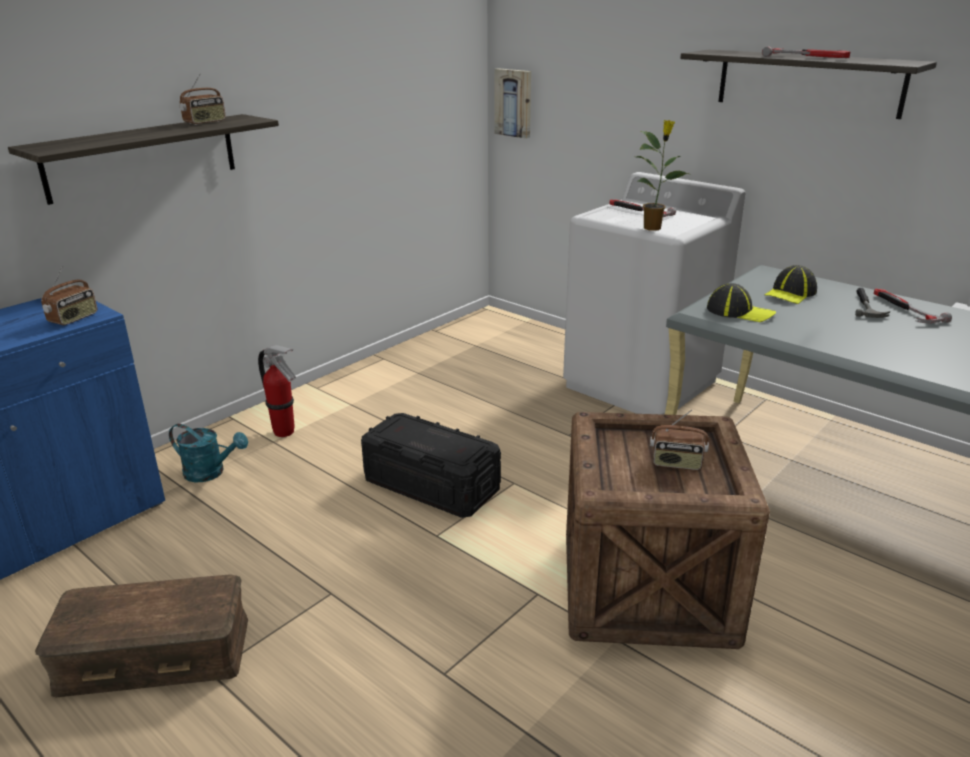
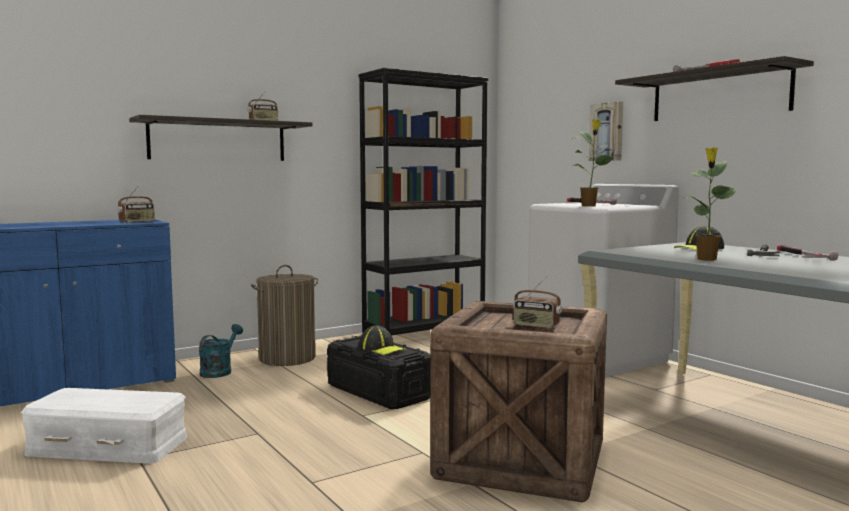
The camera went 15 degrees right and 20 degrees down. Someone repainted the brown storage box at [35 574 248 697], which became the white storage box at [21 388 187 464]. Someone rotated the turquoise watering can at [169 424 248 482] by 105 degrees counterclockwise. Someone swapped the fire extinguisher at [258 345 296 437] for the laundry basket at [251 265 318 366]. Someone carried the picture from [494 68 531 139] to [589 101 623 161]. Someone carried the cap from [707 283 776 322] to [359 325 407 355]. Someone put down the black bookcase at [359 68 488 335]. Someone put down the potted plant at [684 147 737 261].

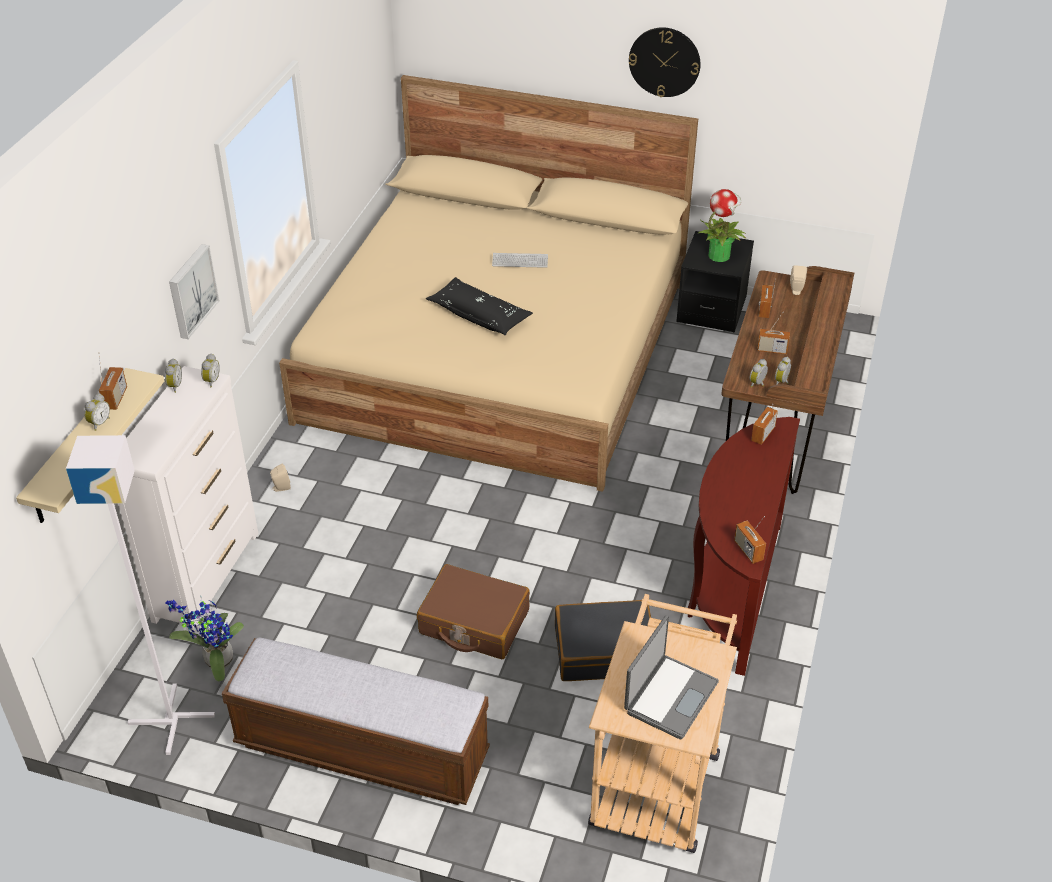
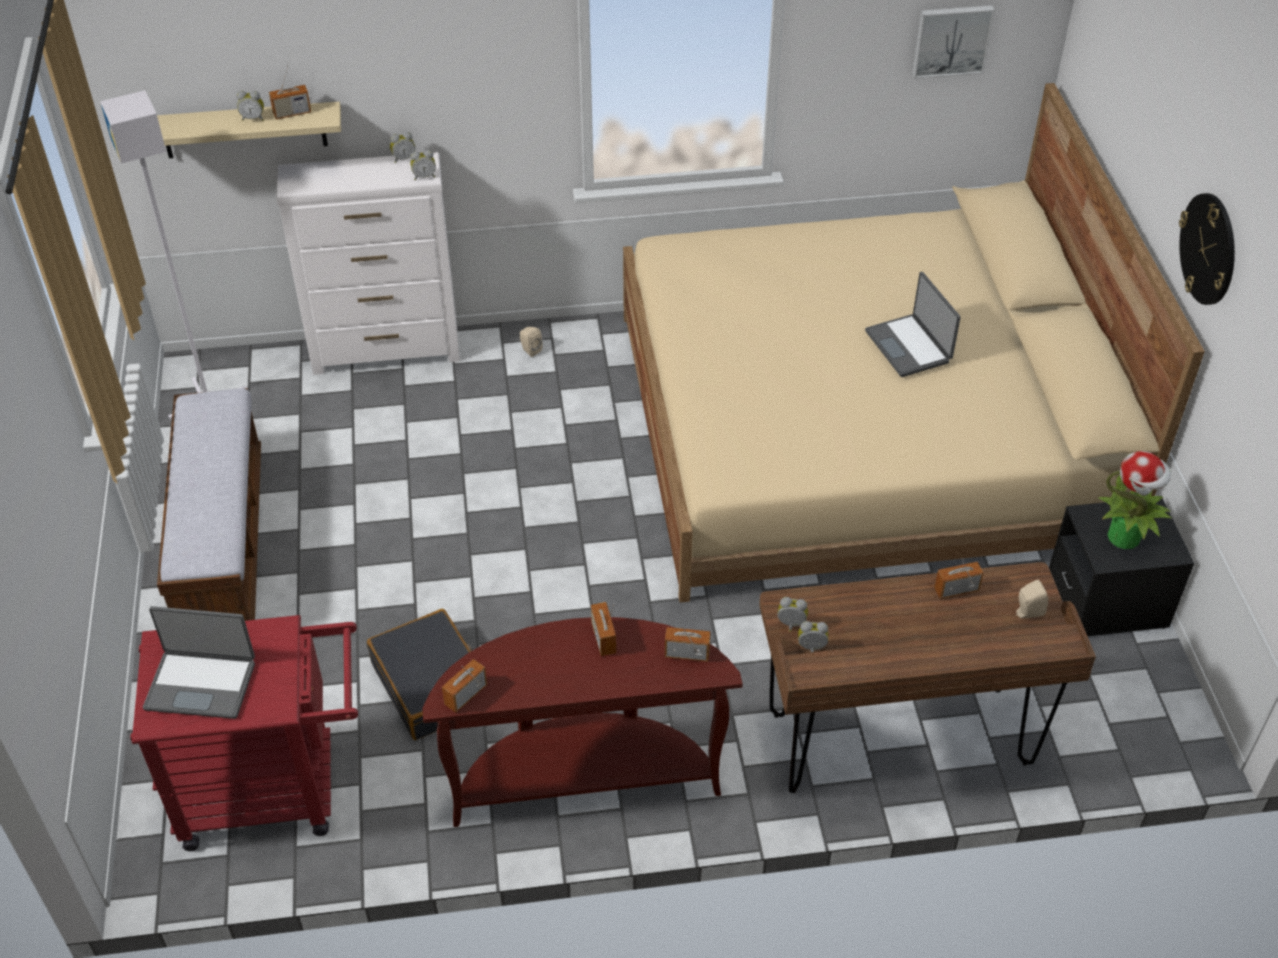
The camera went 65 degrees right and 5 degrees up. Someone took away the potted plant at [166 596 244 682]. Someone carried the picture from [169 244 220 339] to [912 5 995 79]. Someone took away the brown suitcase at [417 564 530 659]. Someone took away the black pillow at [426 277 533 335]. Someone swapped the keyboard at [492 253 548 268] for the laptop at [865 272 961 377]. Someone repainted the beige cart at [588 594 737 853], which became the red cart at [130 615 358 851]. Someone carried the radio from [757 311 790 354] to [591 602 616 656].

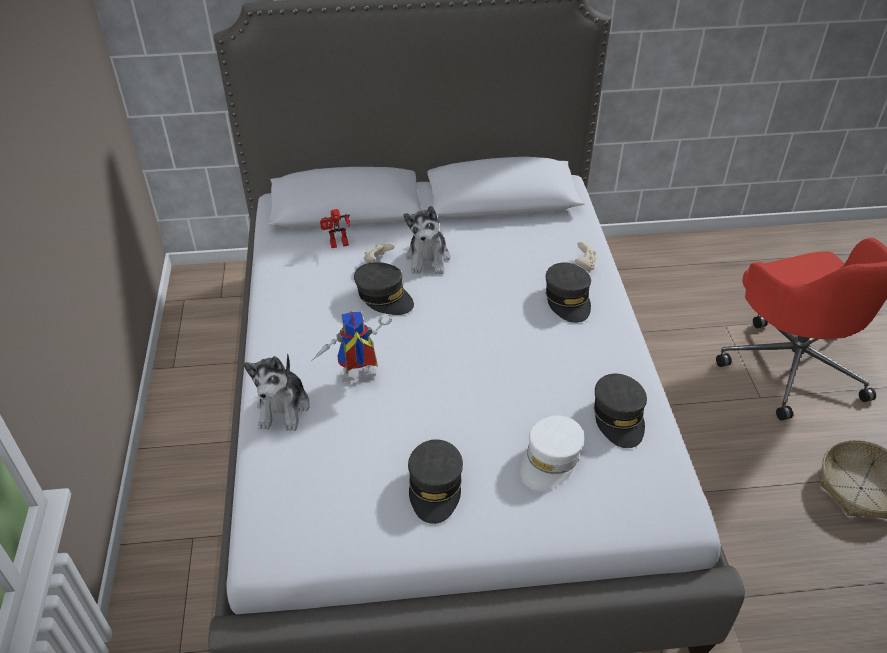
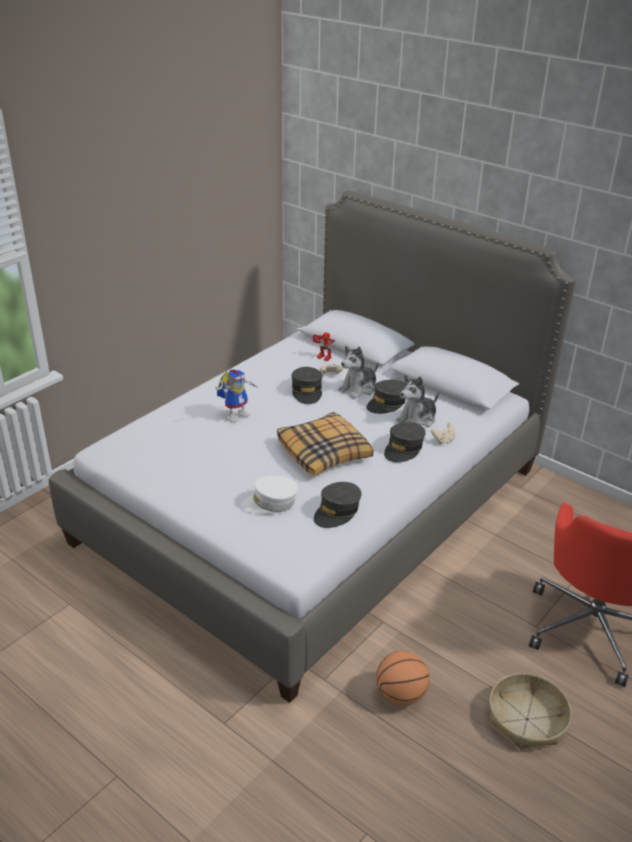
The camera went 45 degrees right and 10 degrees down. Someone carried the plush toy from [243 354 310 431] to [396 375 439 427]. Someone rotated the toy robot at [313 311 392 382] by 105 degrees clockwise. Someone carried the grey cap from [408 439 463 524] to [366 380 406 414]. Someone put down the pillow at [277 412 373 476]. Someone put down the basketball at [376 651 430 706].

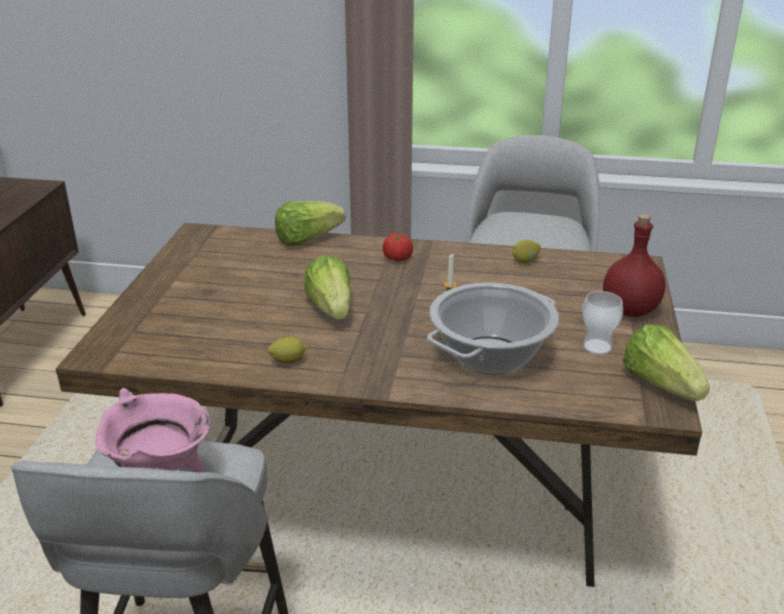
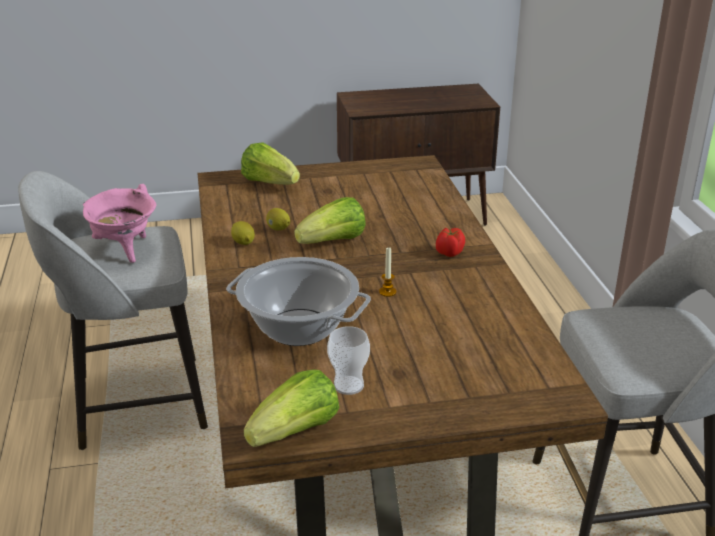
The camera went 70 degrees right and 0 degrees up. Someone carried the lettuce from [275 201 345 246] to [241 142 300 185]. Someone carried the lemon from [512 240 541 263] to [266 208 290 231]. Someone took away the red bottle at [603 214 666 317].

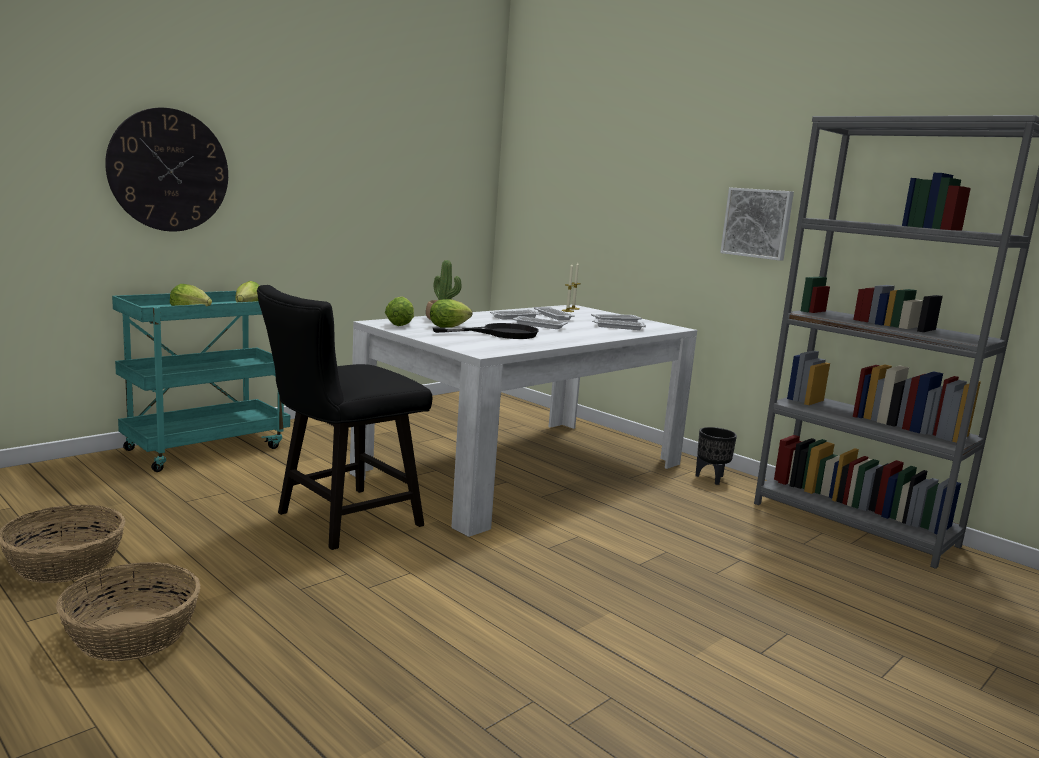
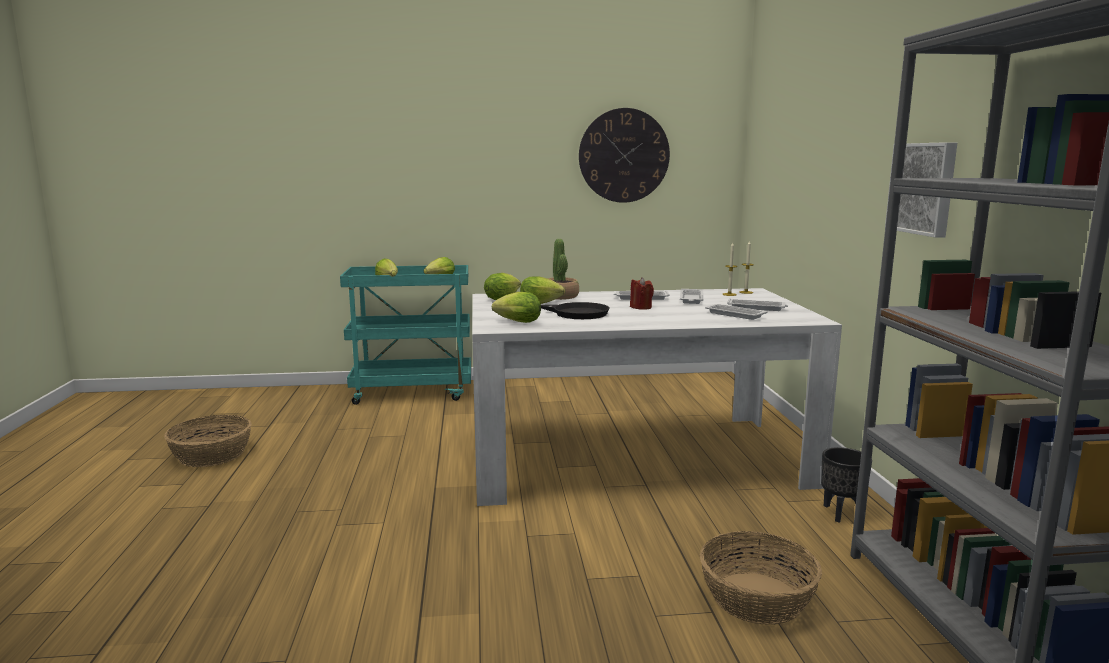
The camera went 40 degrees right and 0 degrees up. Someone carried the basket from [56 562 201 661] to [700 531 822 625]. Someone carried the wall clock from [105 108 228 232] to [579 108 670 203]. Someone took away the black chair at [257 285 432 550]. Someone swapped the white tray at [513 316 568 329] for the red candle at [630 277 654 310]. Someone put down the lettuce at [492 292 541 323].

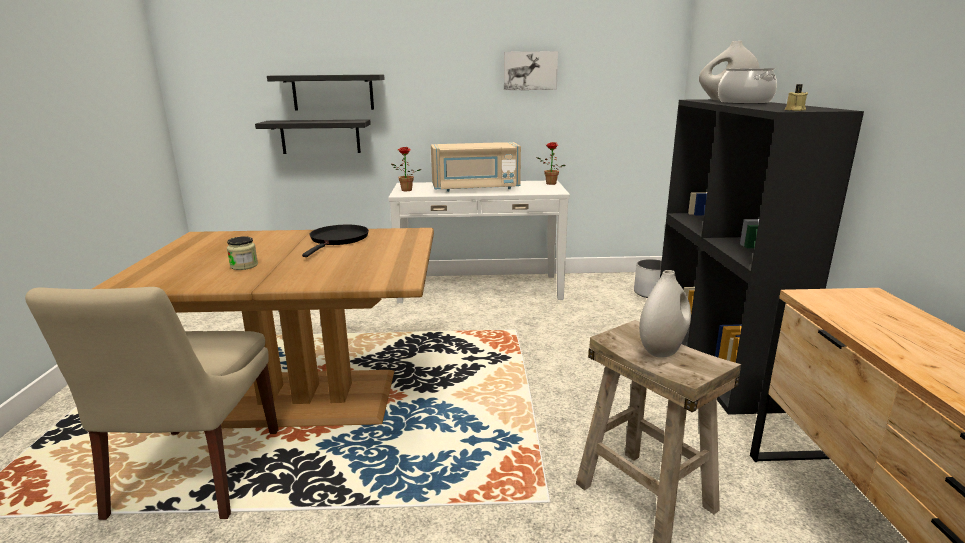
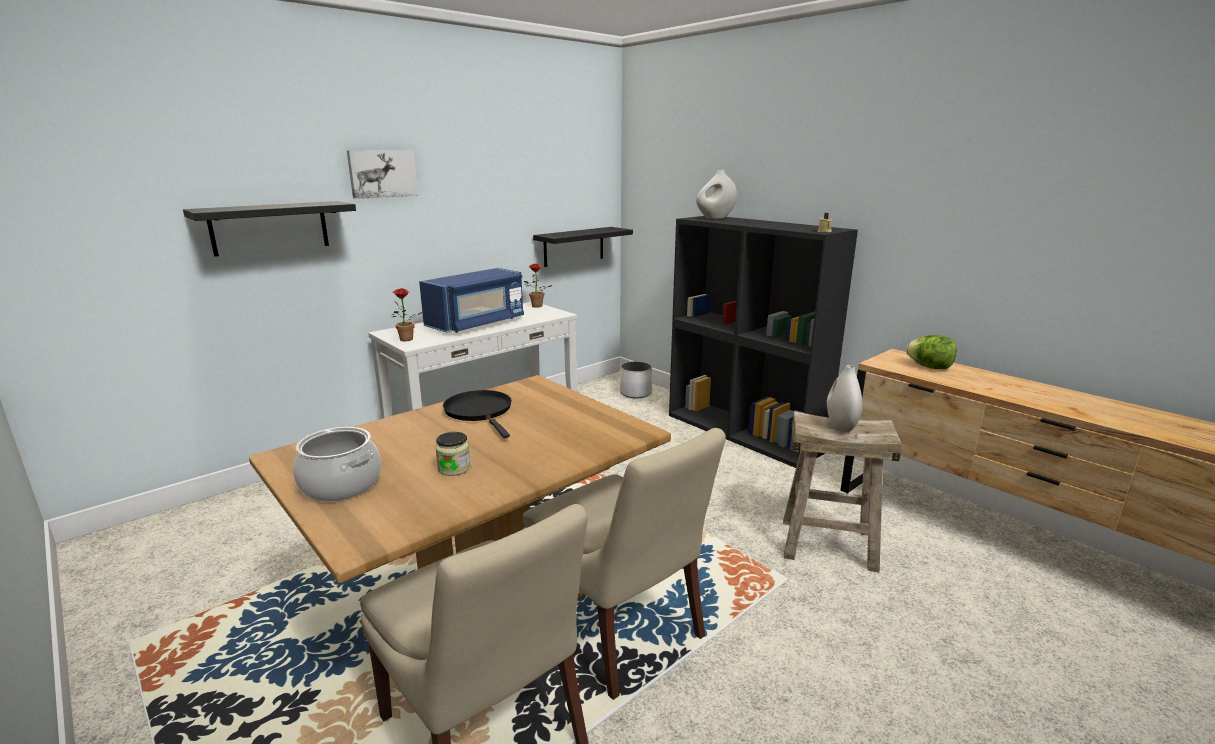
The camera went 40 degrees left and 0 degrees up. Someone carried the black shelf from [255 119 371 154] to [533 227 633 267]. Someone repainted the beige microwave at [431 142 521 192], which became the blue microwave at [419 268 524 333]. Someone carried the picture from [504 51 558 90] to [347 150 418 199]. Someone carried the cooking pot from [718 68 777 104] to [293 427 381 502]. Someone put down the beige chair at [523 428 726 700]. Someone put down the lettuce at [906 335 957 369].

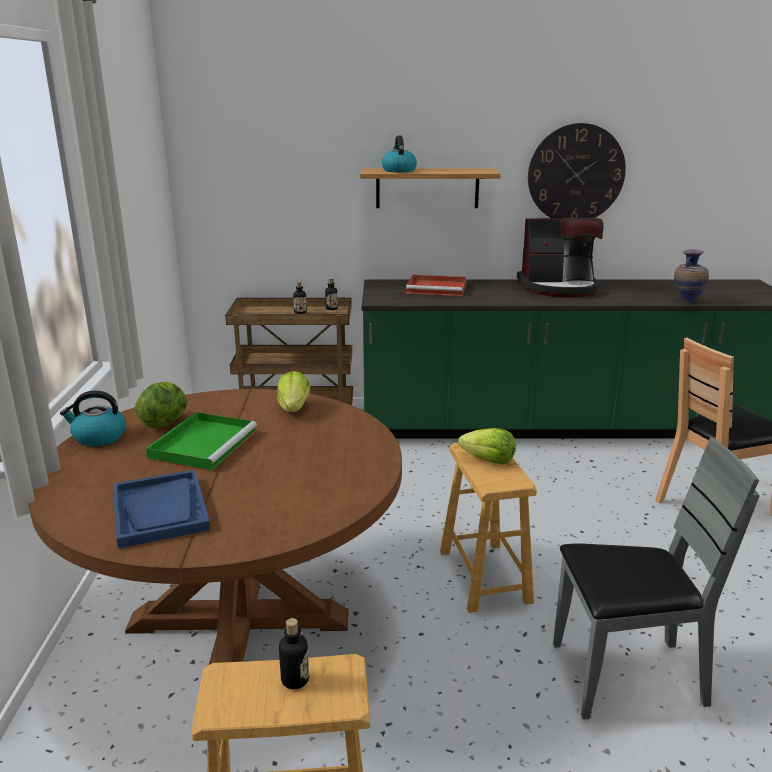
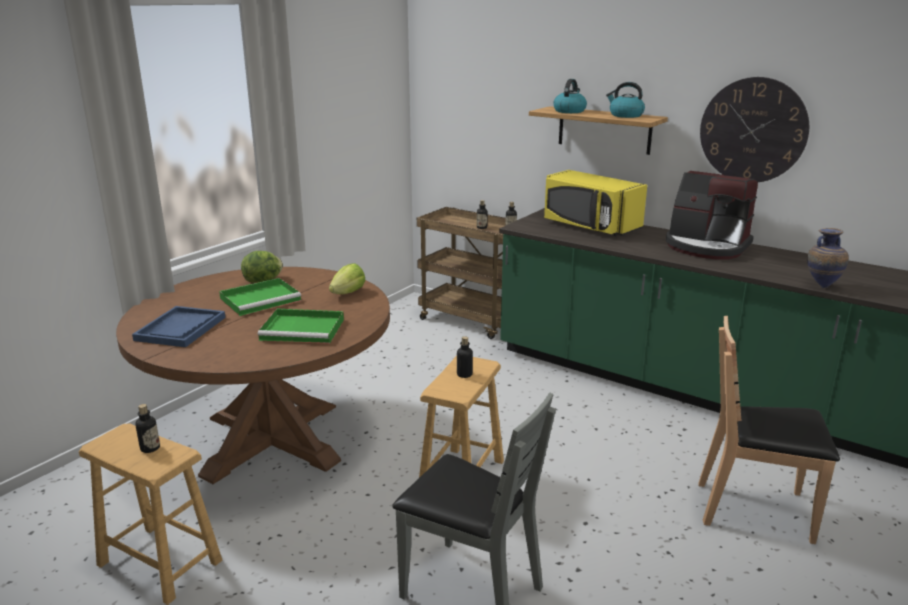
The camera went 35 degrees right and 0 degrees up. Someone carried the kettle from [60 390 126 446] to [606 82 645 118]. Someone swapped the red tray at [406 274 466 296] for the yellow microwave at [544 170 647 236]. Someone swapped the lettuce at [458 428 516 464] for the bottle at [457 336 473 378]. Someone put down the green tray at [258 309 344 344].

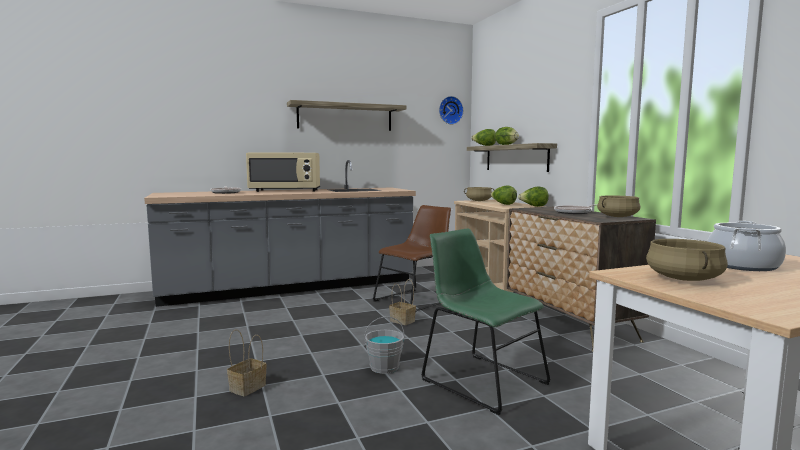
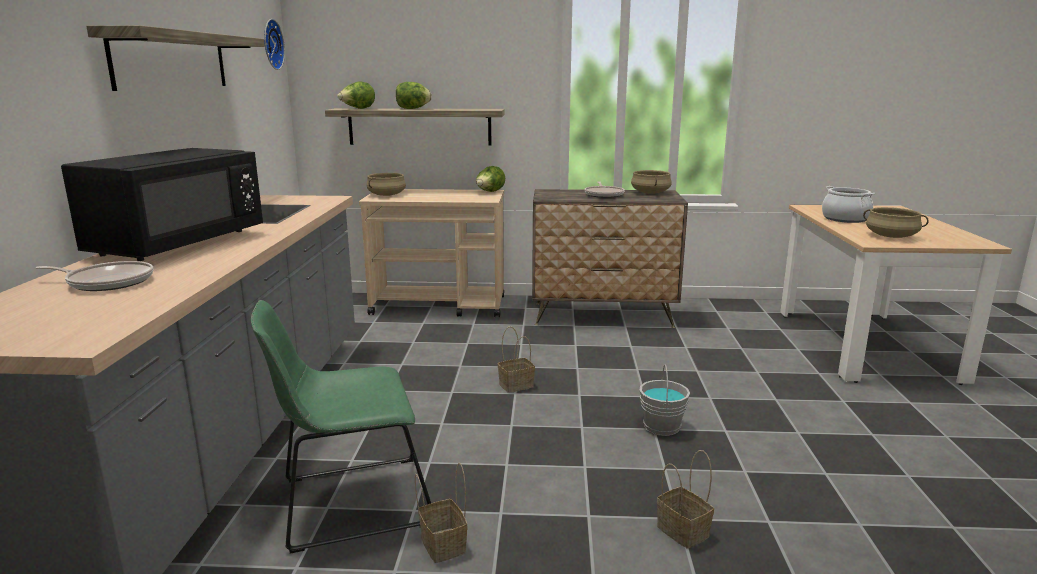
The camera went 65 degrees left and 10 degrees up. Someone repainted the beige microwave at [246 153 320 192], which became the black microwave at [61 148 263 261]. Someone took away the brown chair at [373 205 451 311]. Someone carried the green chair from [421 229 551 415] to [251 300 431 554]. Someone took away the lettuce at [490 186 517 205]. Someone put down the basket at [415 463 468 563].

